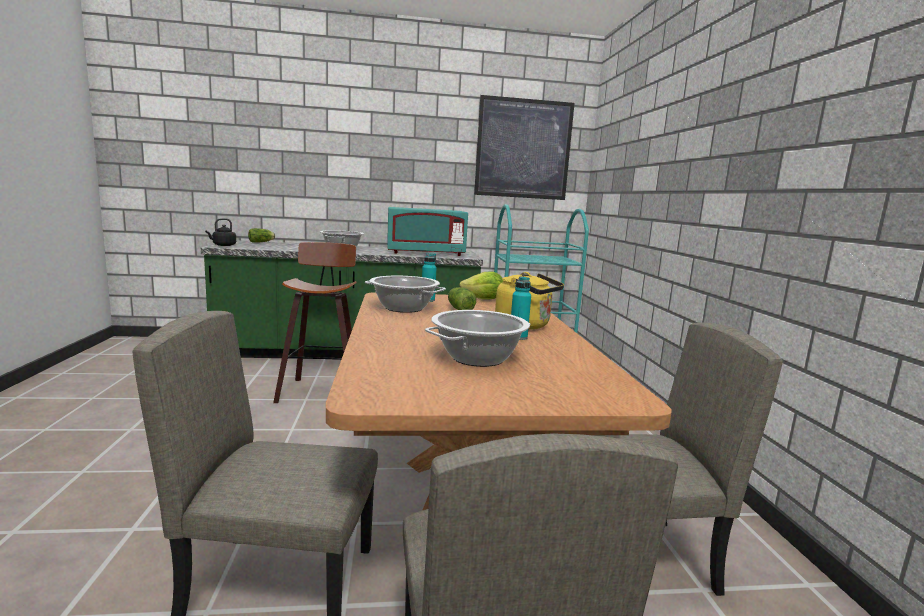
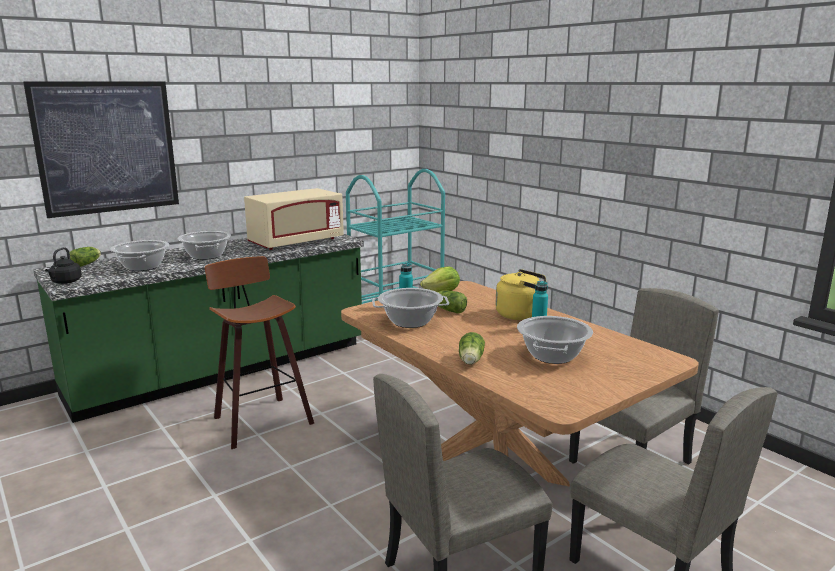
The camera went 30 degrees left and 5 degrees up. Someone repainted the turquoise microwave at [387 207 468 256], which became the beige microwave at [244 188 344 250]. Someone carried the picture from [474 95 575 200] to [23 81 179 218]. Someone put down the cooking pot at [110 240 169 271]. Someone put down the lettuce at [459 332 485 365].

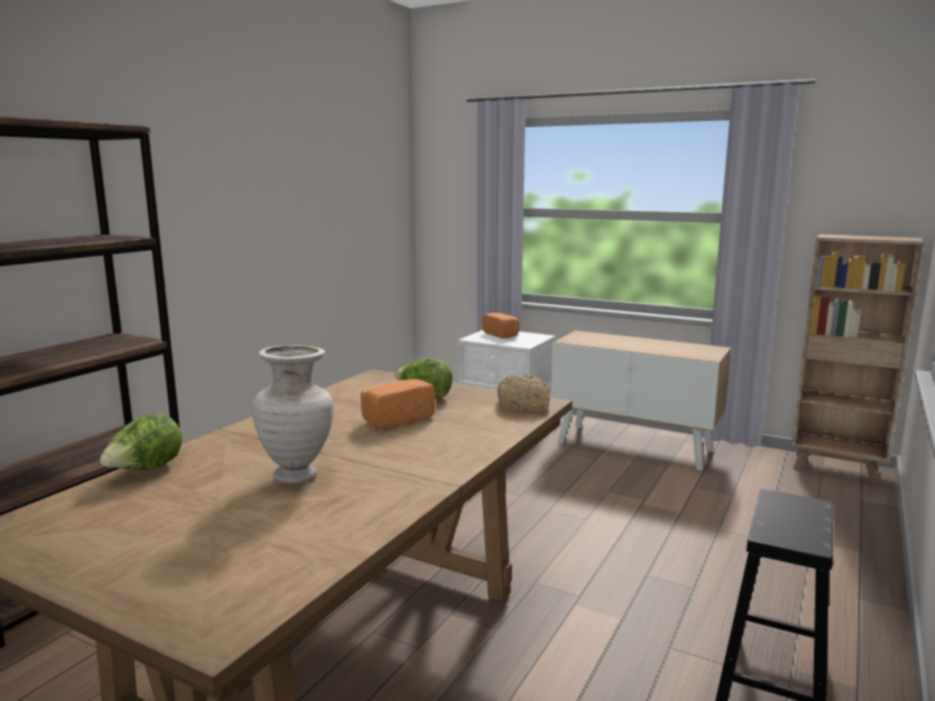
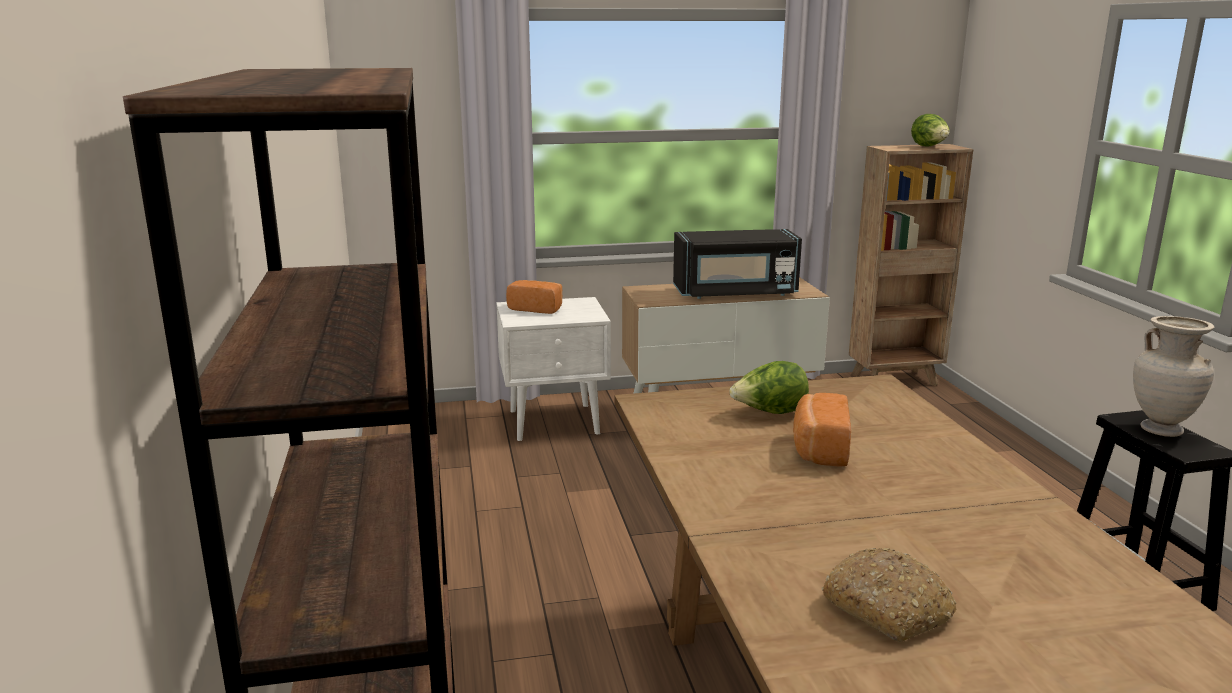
The camera went 40 degrees left and 5 degrees up. Someone carried the lettuce from [100 413 182 470] to [911 114 949 147]. Someone carried the beige vase from [252 345 333 483] to [1133 316 1214 437]. Someone carried the bread from [497 374 550 412] to [822 548 956 642]. Someone put down the black microwave at [673 229 802 299].

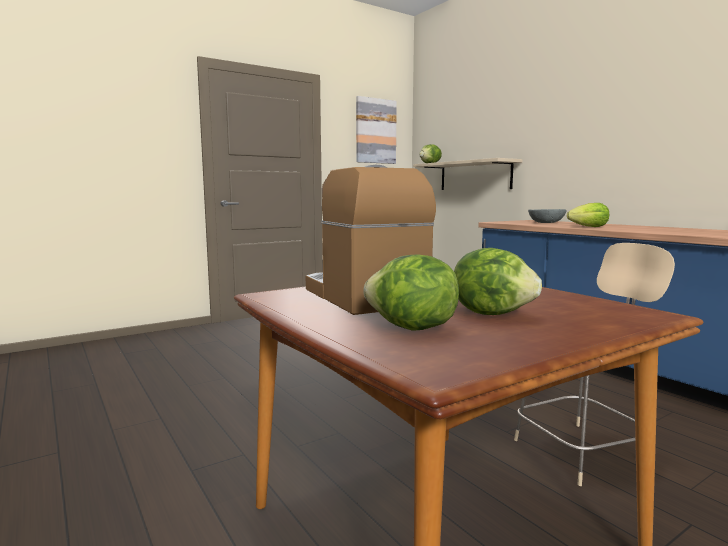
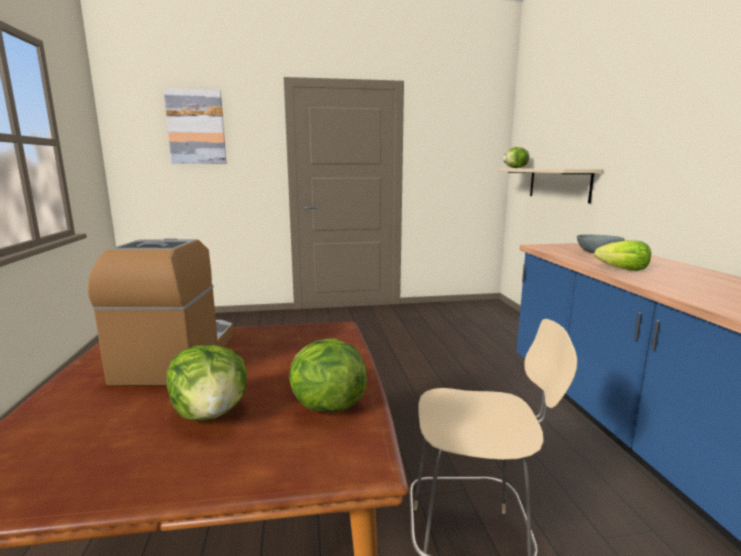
The camera went 25 degrees right and 5 degrees up. Someone carried the picture from [356 96 397 164] to [164 88 227 164]. Someone carried the lettuce from [363 254 459 331] to [289 338 367 412].

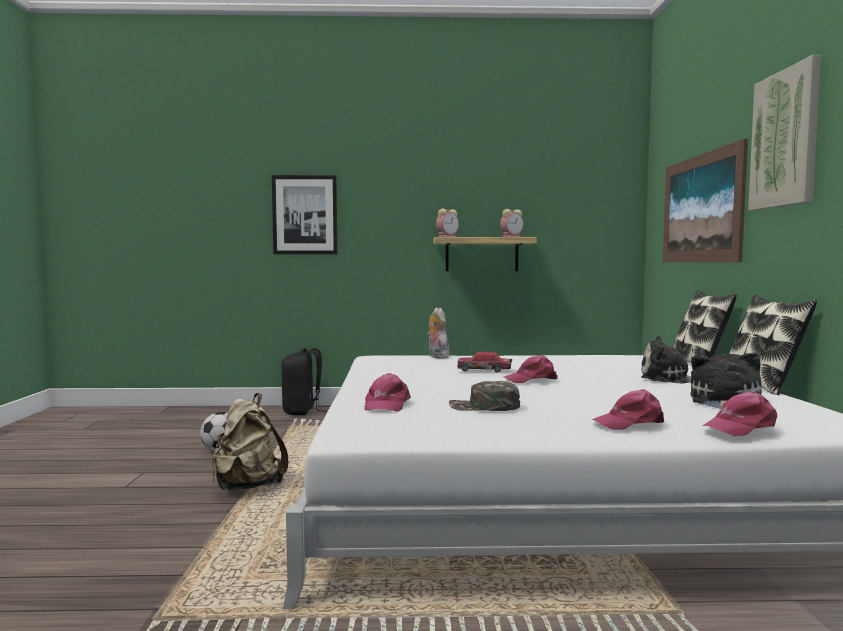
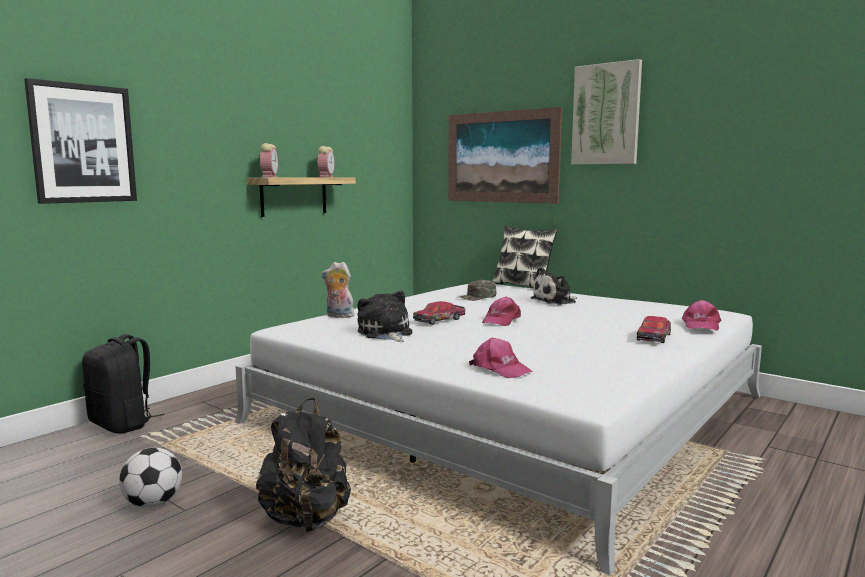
The camera went 50 degrees left and 5 degrees up. Someone repainted the beige backpack at [212 393 288 491], which became the black backpack at [256 398 351 532]. Someone carried the green cap from [449 381 520 411] to [459 280 496 301]. Someone swapped the pink cap at [591 389 664 430] for the toy car at [637 316 671 343]. Someone carried the plush toy from [690 353 762 409] to [357 290 412 342]. Someone took away the pillow at [729 295 817 395].

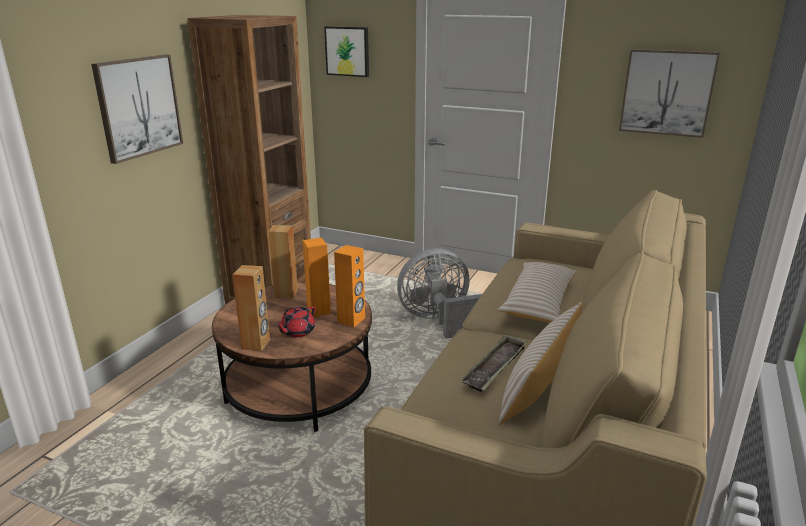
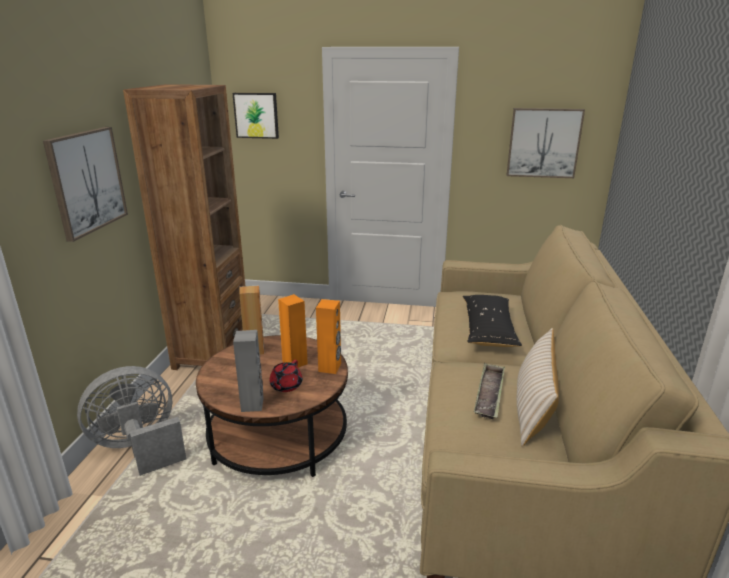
The camera went 15 degrees left and 0 degrees up. Someone repainted the brown speaker at [232 265 270 351], which became the grey speaker at [233 330 264 412]. Someone carried the grey fan from [397 248 481 339] to [77 366 186 476]. Someone repainted the beige pillow at [498 262 577 322], which became the black pillow at [463 295 522 347].

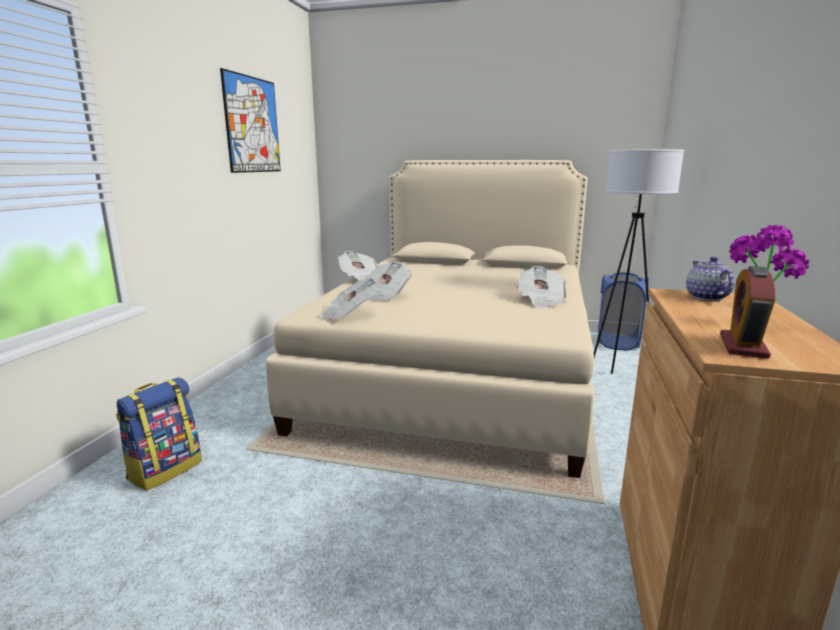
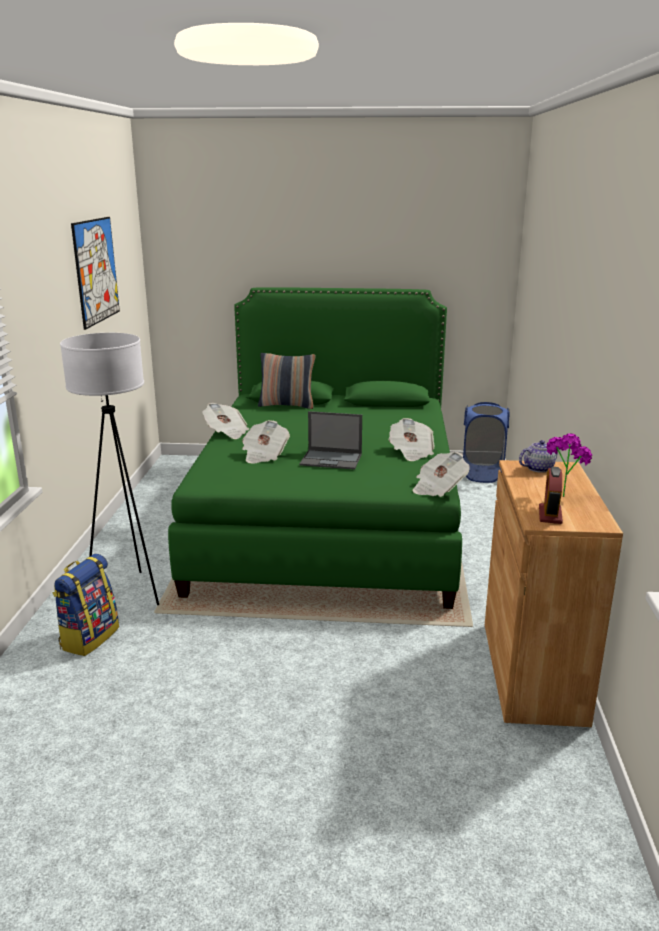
The camera went 10 degrees left and 5 degrees up. Someone repainted the beige bed at [266 160 595 478], which became the green bed at [168 287 462 609]. Someone carried the newspaper from [319 278 377 320] to [413 452 470 497]. Someone carried the white floor lamp from [594 149 684 374] to [60 333 159 605]. Someone rotated the teapot at [686 257 735 301] by 75 degrees clockwise. Someone put down the pillow at [258 353 315 409]. Someone put down the laptop at [299 411 362 470].

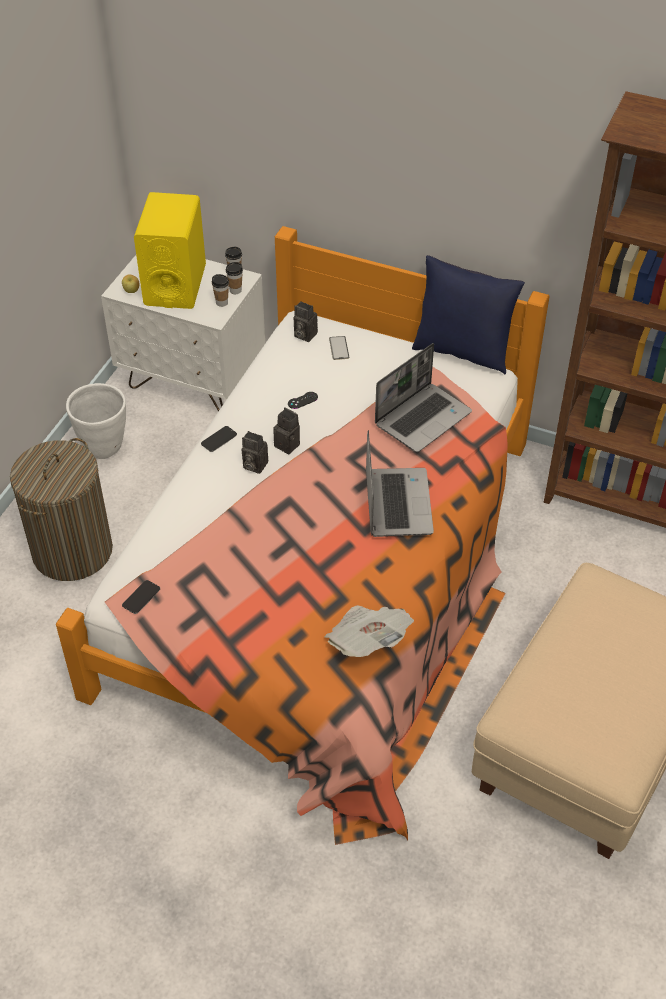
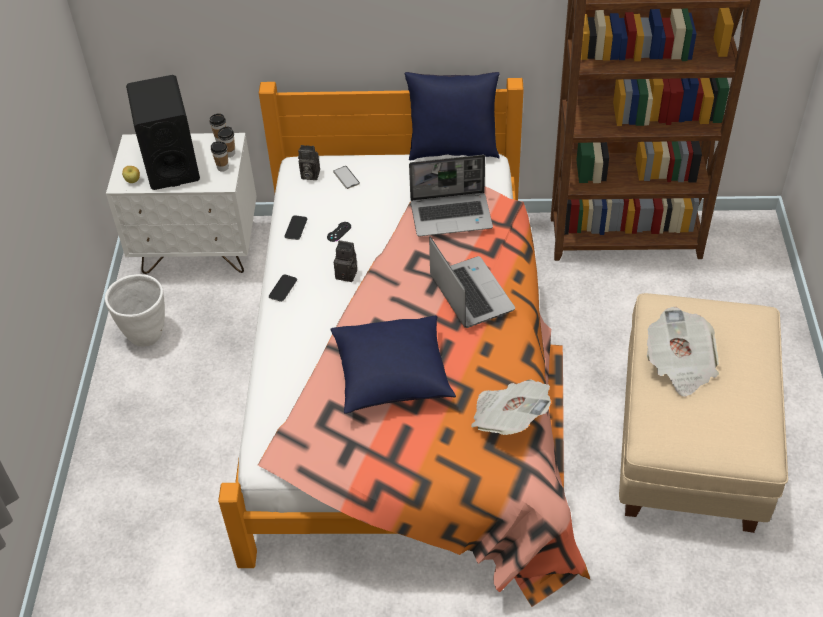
The camera went 20 degrees left and 0 degrees up. Someone took away the laundry basket at [10 438 113 581]. Someone carried the phone from [122 580 160 614] to [285 215 307 240]. Someone repainted the yellow speaker at [134 192 206 309], which became the black speaker at [126 75 200 190]. Someone took away the photo camera at [242 431 268 474]. Someone rotated the laptop at [375 343 472 452] by 60 degrees clockwise. Someone put down the blue pillow at [330 316 456 414]. Someone put down the newspaper at [647 307 719 397].

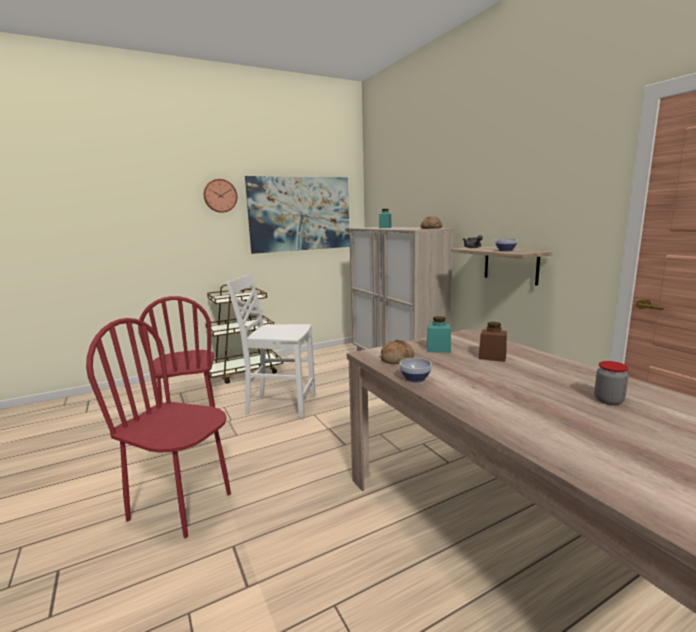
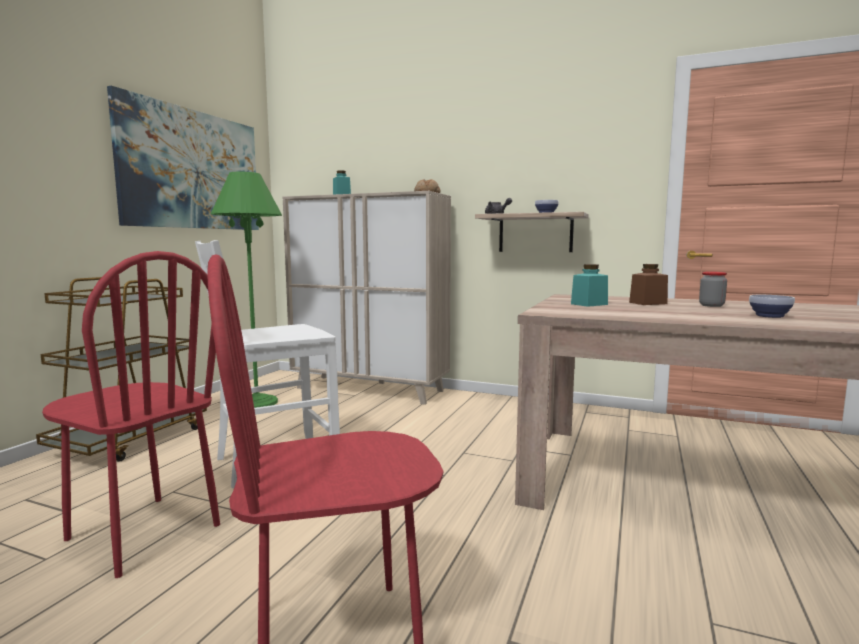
The camera went 40 degrees left and 5 degrees down. Someone took away the wall clock at [203 179 237 213]. Someone took away the bread at [380 340 414 364]. Someone carried the bowl from [399 358 432 382] to [749 295 795 318]. Someone carried the jar from [594 361 629 405] to [699 271 727 307]. Someone put down the green floor lamp at [211 172 282 408].

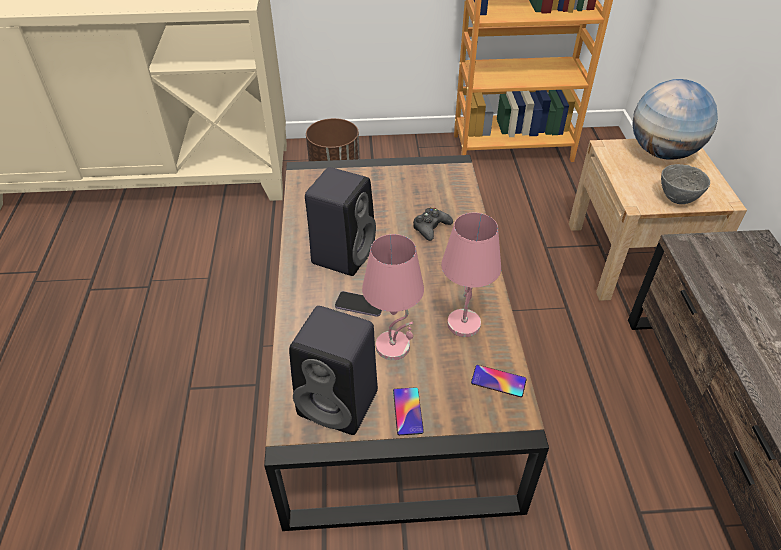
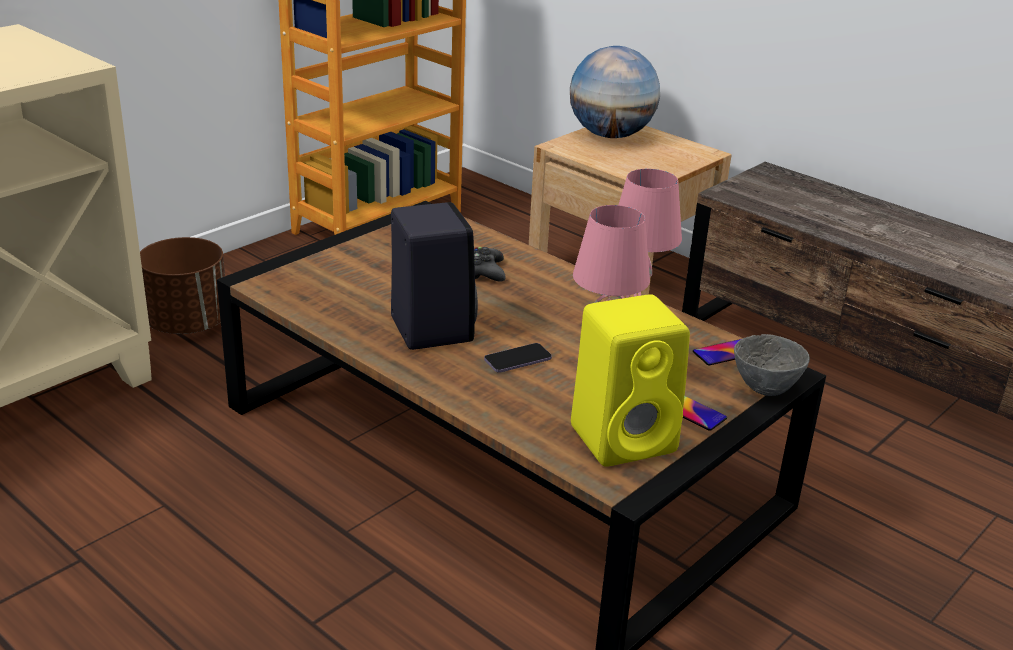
The camera went 45 degrees left and 15 degrees down. Someone repainted the black speaker at [289 306 378 435], which became the yellow speaker at [571 294 690 467]. Someone carried the grey bowl from [661 164 710 204] to [734 334 810 396].

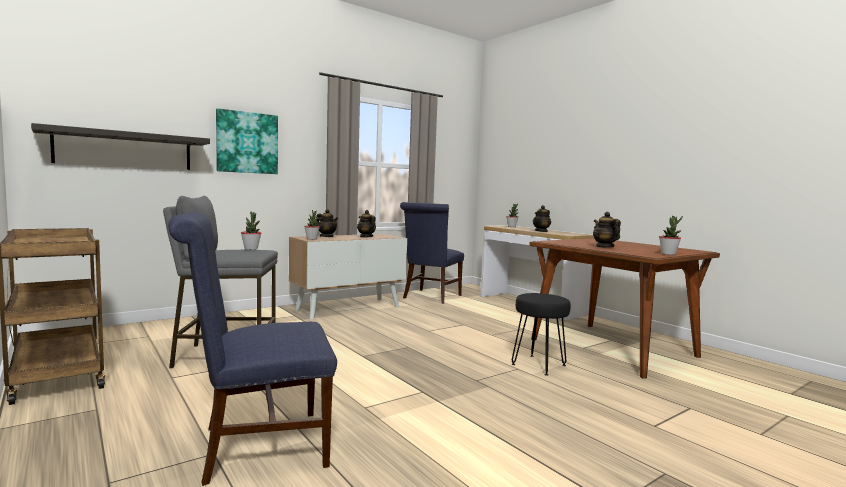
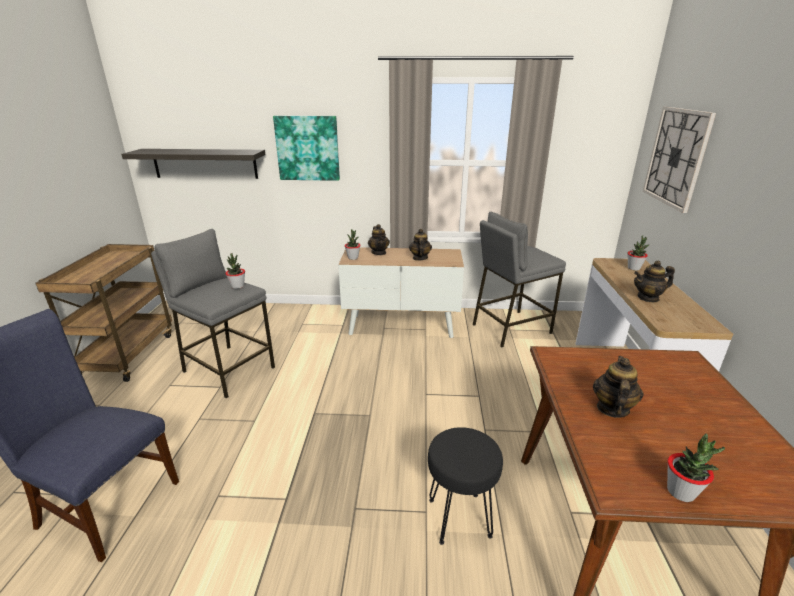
The camera went 40 degrees right and 20 degrees up. Someone swapped the blue chair at [400 202 464 304] for the grey stool at [473 212 566 347]. Someone put up the wall clock at [643 107 716 213].

